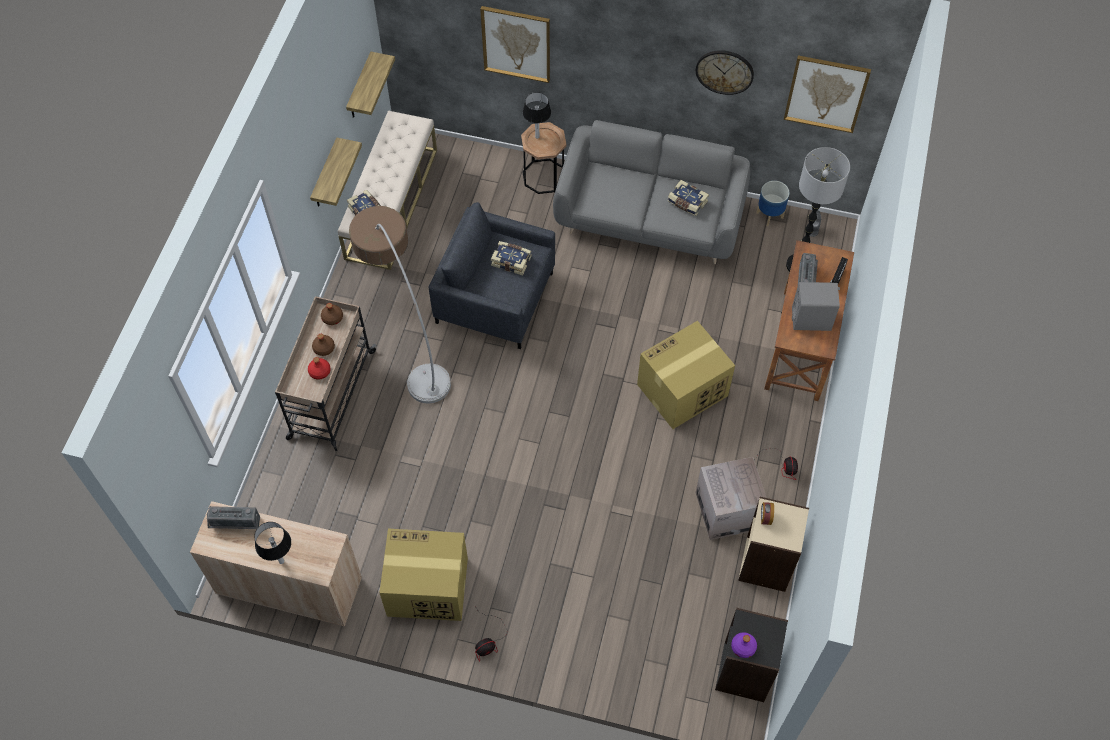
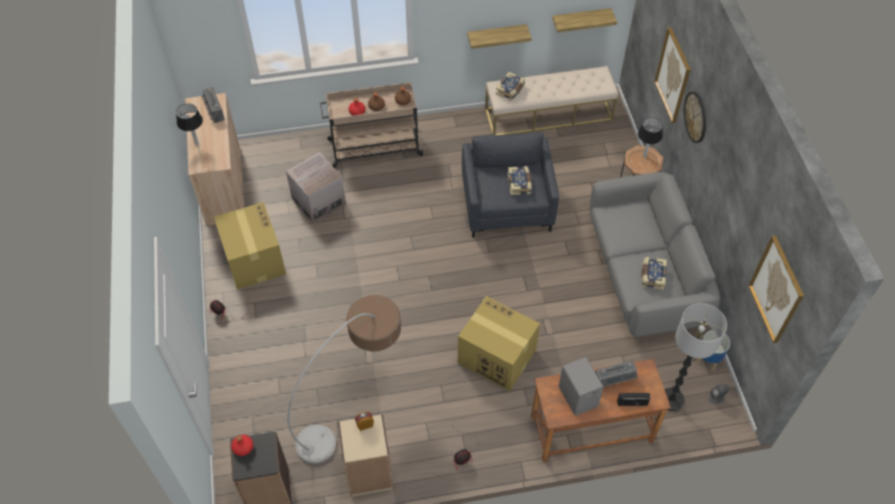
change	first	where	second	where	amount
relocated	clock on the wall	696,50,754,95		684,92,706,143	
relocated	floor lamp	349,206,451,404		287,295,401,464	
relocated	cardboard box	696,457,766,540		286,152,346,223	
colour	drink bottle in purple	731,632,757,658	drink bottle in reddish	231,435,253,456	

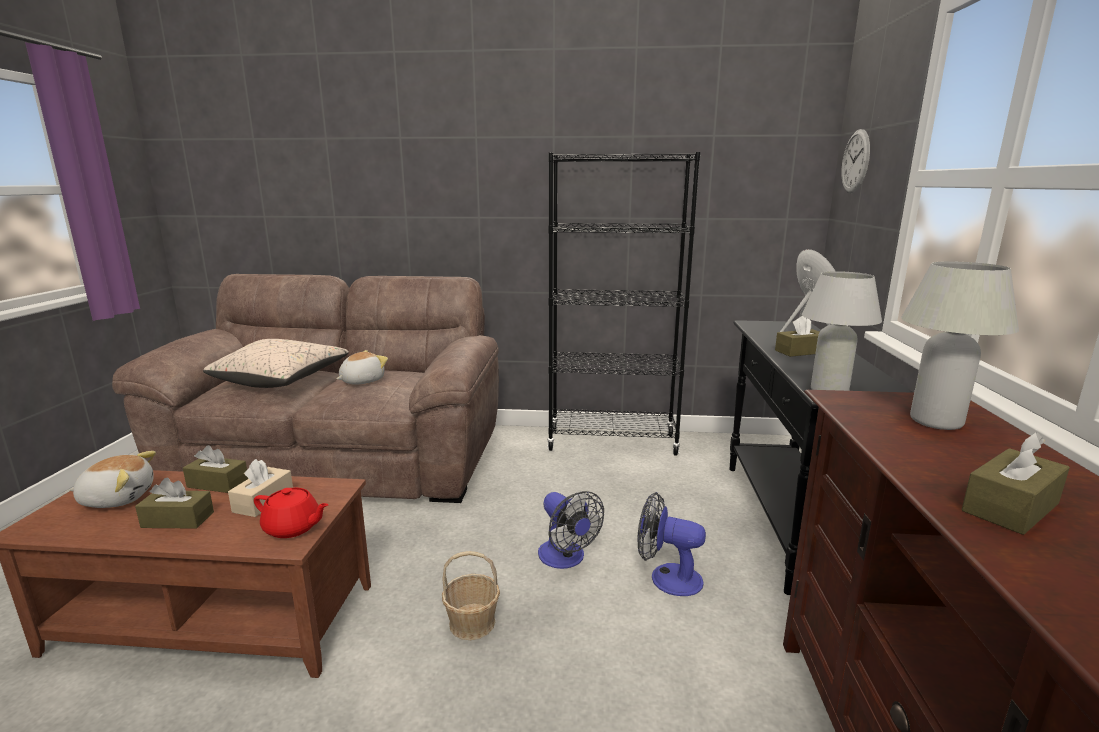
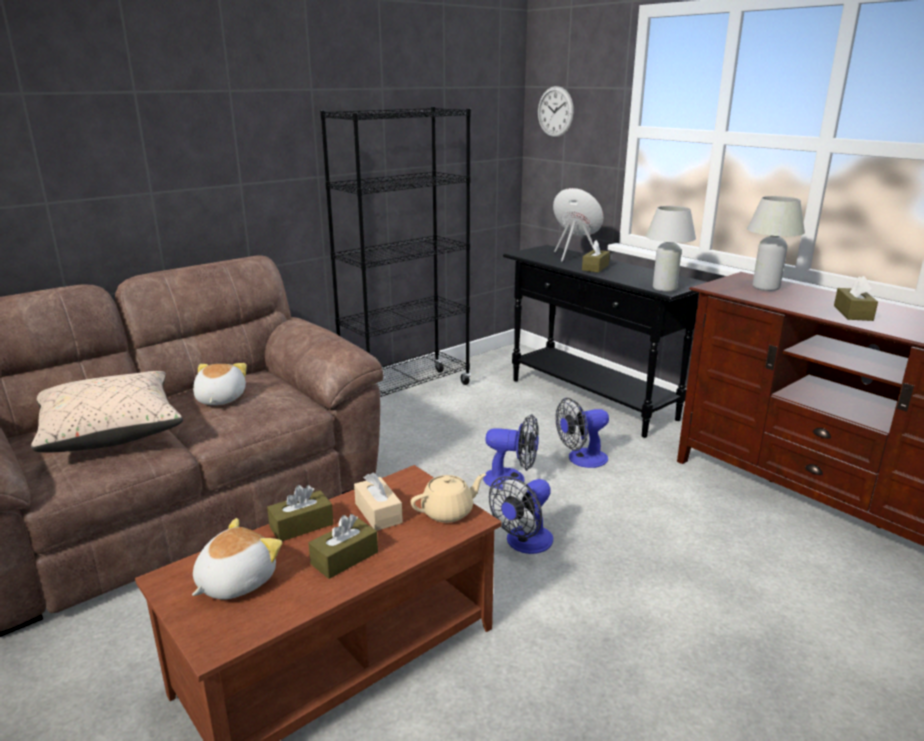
change	first	where	second	where	amount
colour	teapot in reddish	254,488,329,538	teapot in beige-coloured	411,474,486,523	
exchanged	basket	442,551,500,640	fan	489,476,553,554	

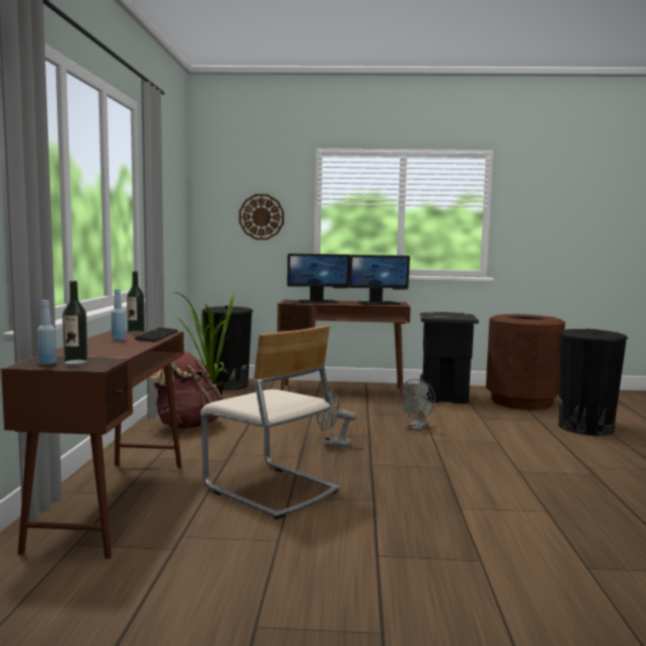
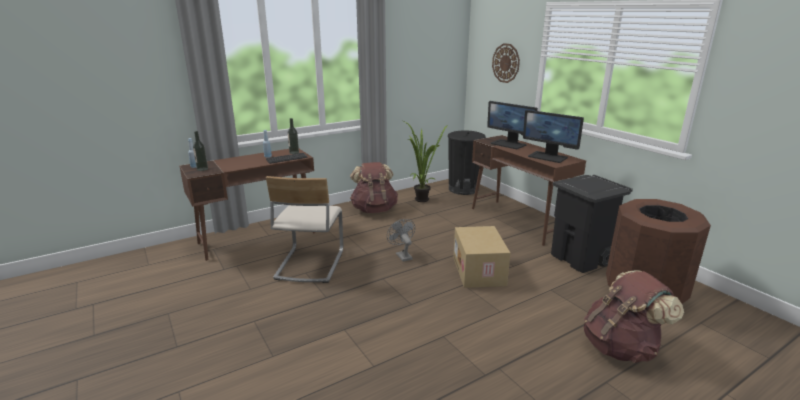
change	first	where	second	where	amount
exchanged	waste bin in blackish	558,329,628,436	backpack in brownish	584,270,684,363	
exchanged	fan in gray	398,379,435,431	cardboard box	453,226,510,288	

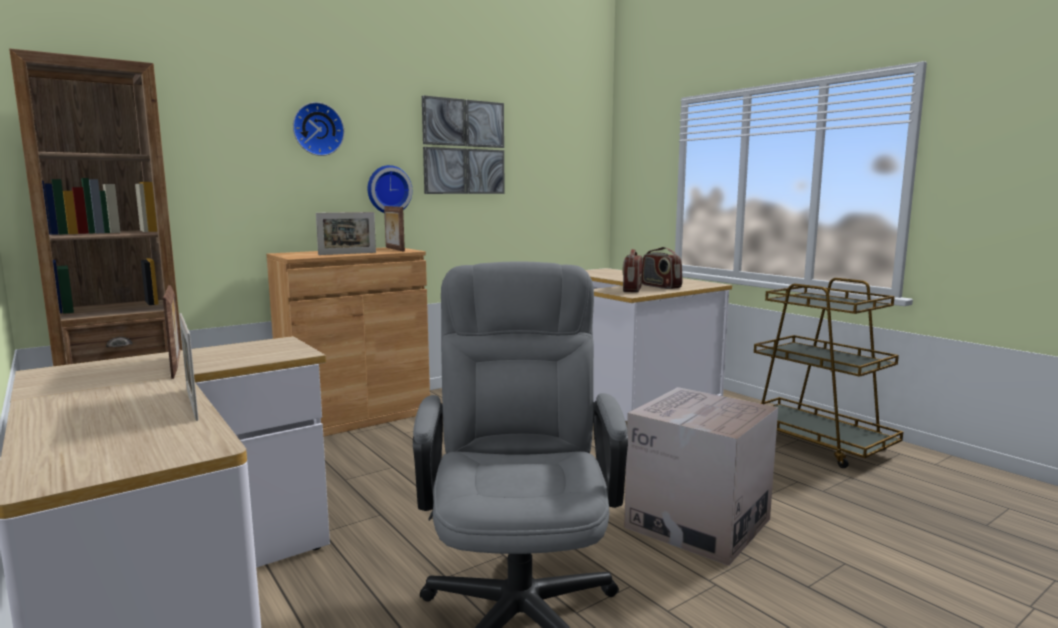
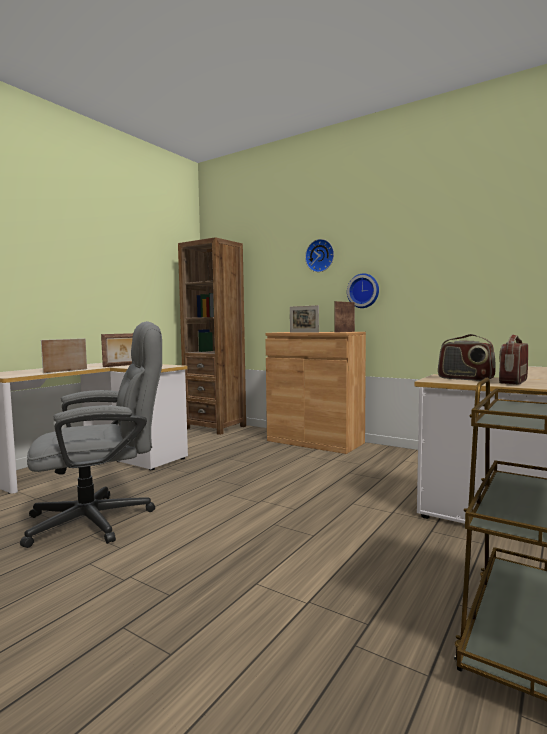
change	first	where	second	where	amount
missing	wall picture	422,95,505,194			
spun	radio set	623,249,642,292		438,334,496,381	135 degrees counterclockwise
missing	cardboard box	624,387,778,566			

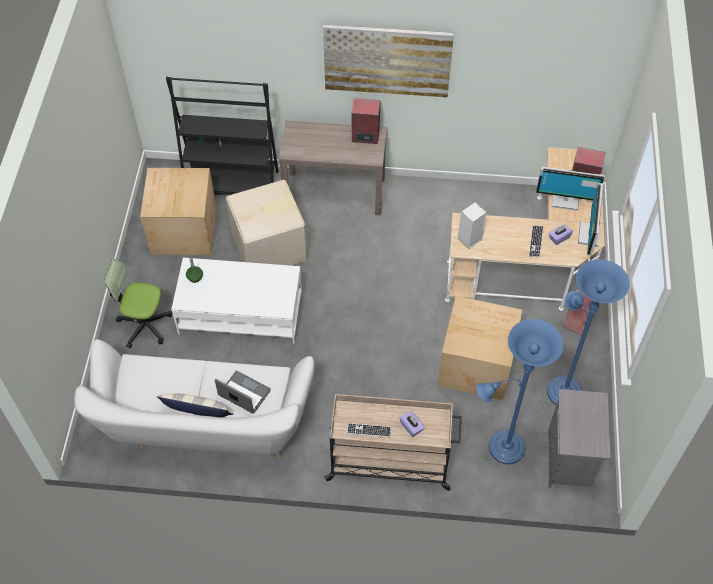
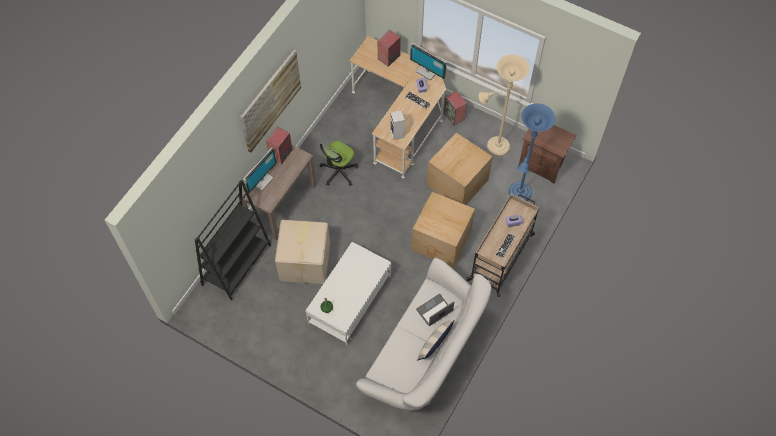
change	first	where	second	where	amount
relocated	computer screen	536,167,604,211		243,148,276,193	
relocated	cardboard box	140,168,216,255		411,192,475,268	
relocated	office chair	104,259,173,348		319,141,358,186	
colour	floor lamp in blue-coloured	547,259,630,405	floor lamp in beige-coloured	479,55,530,156	
colour	bedside table in gray	548,389,611,488	bedside table in brownish	518,125,576,184	

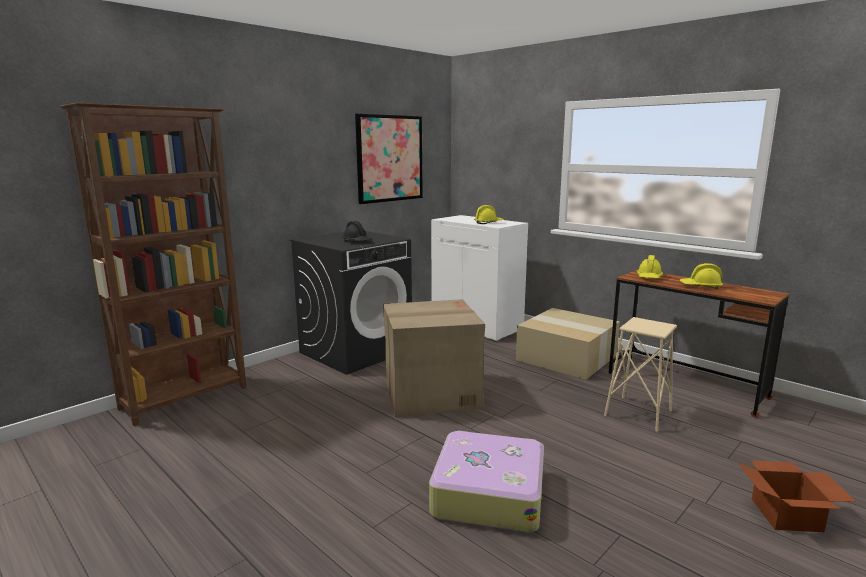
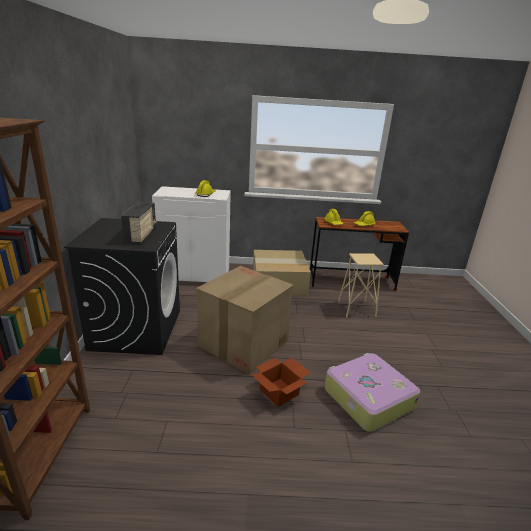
change	first	where	second	where	amount
missing	wall picture	355,114,423,204			
exchanged	work helmet in blackish	342,221,373,241	radio set	121,202,157,243	
relocated	cardboard box	737,461,856,532		251,358,311,407	

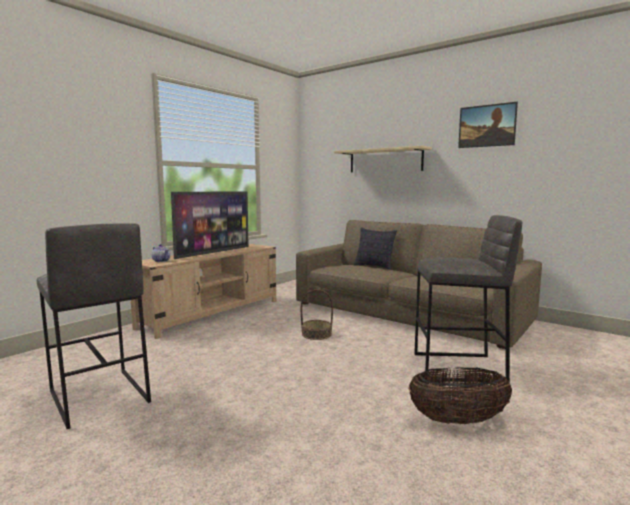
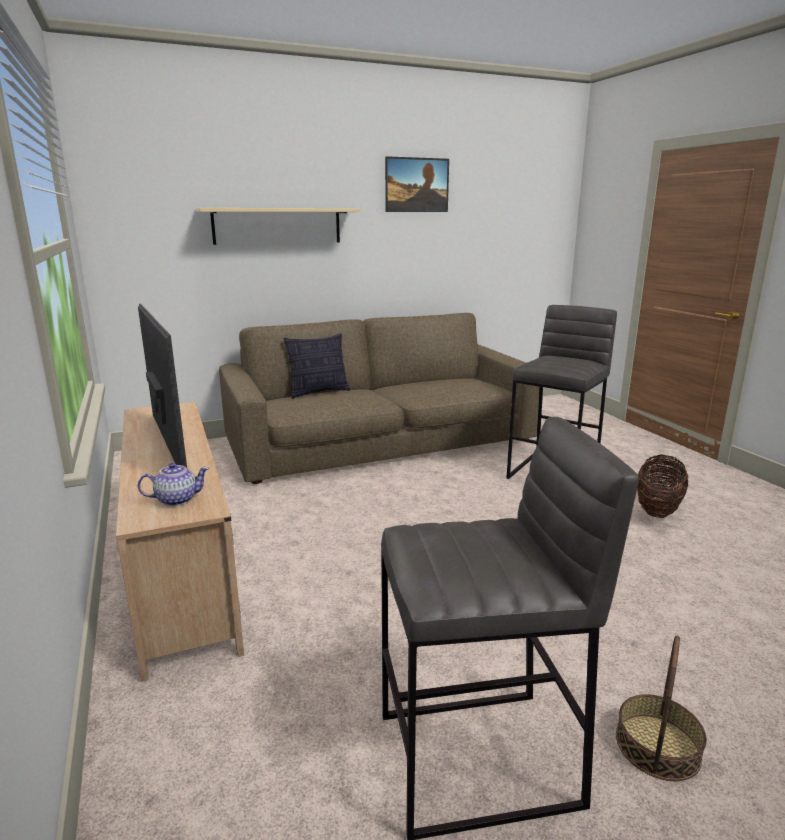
change	first	where	second	where	amount
relocated	basket	301,289,333,340		616,636,707,781	

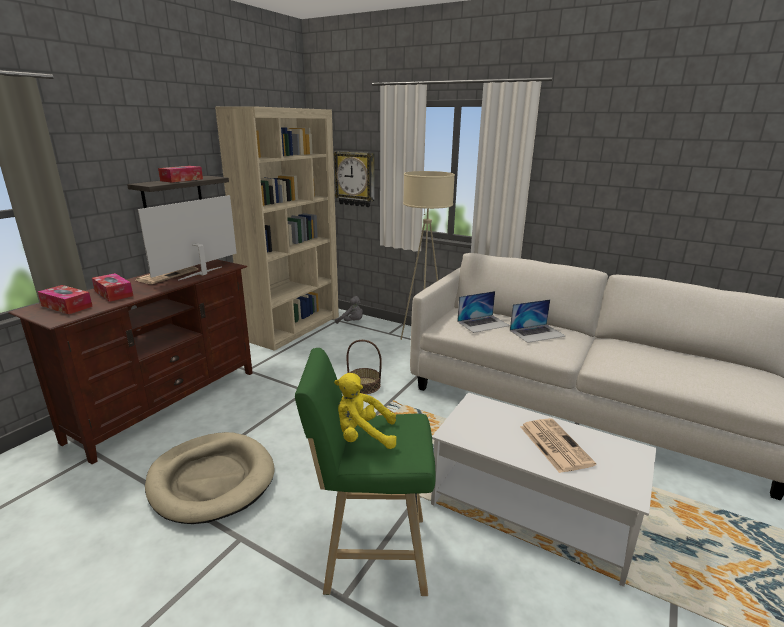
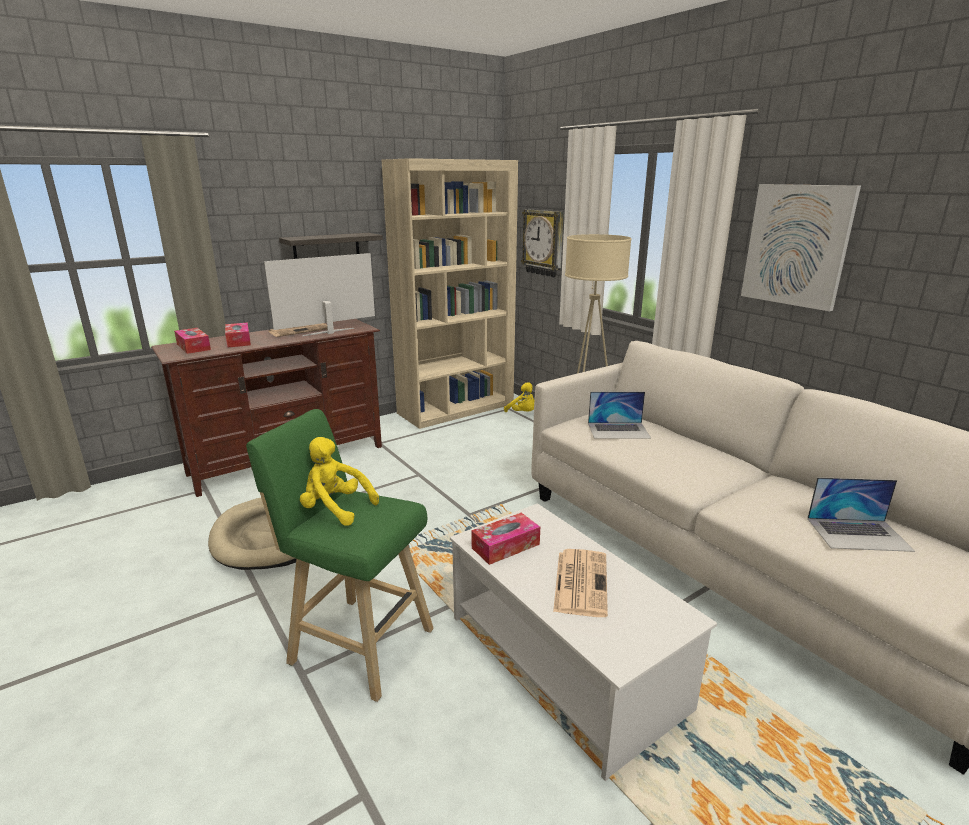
change	first	where	second	where	amount
relocated	tissue holder	158,166,203,183		471,513,540,565	
colour	plush toy in gray	335,296,363,324	plush toy in yellow-coloured	504,382,535,412	
relocated	laptop	510,299,565,343		807,477,915,552	
missing	basket	347,340,382,394			
appeared			wall picture	741,184,861,312	

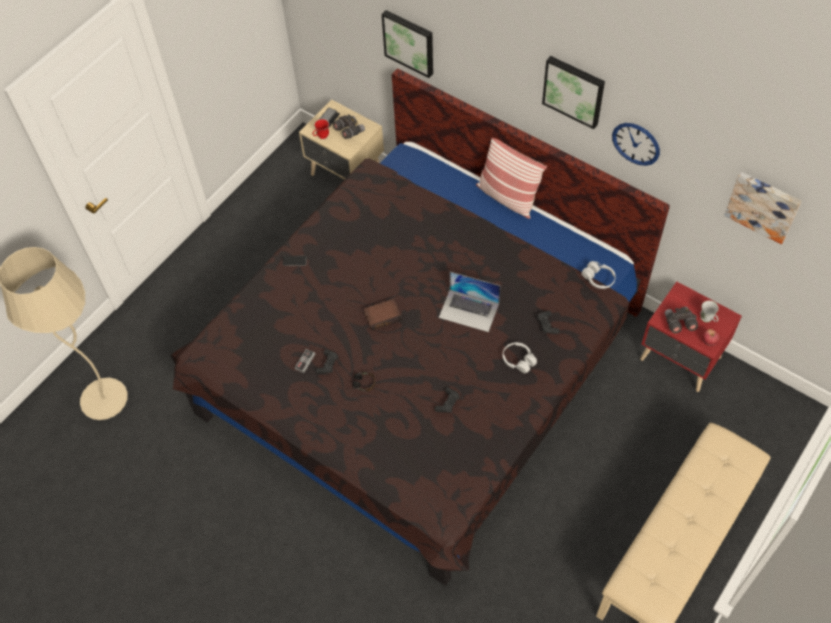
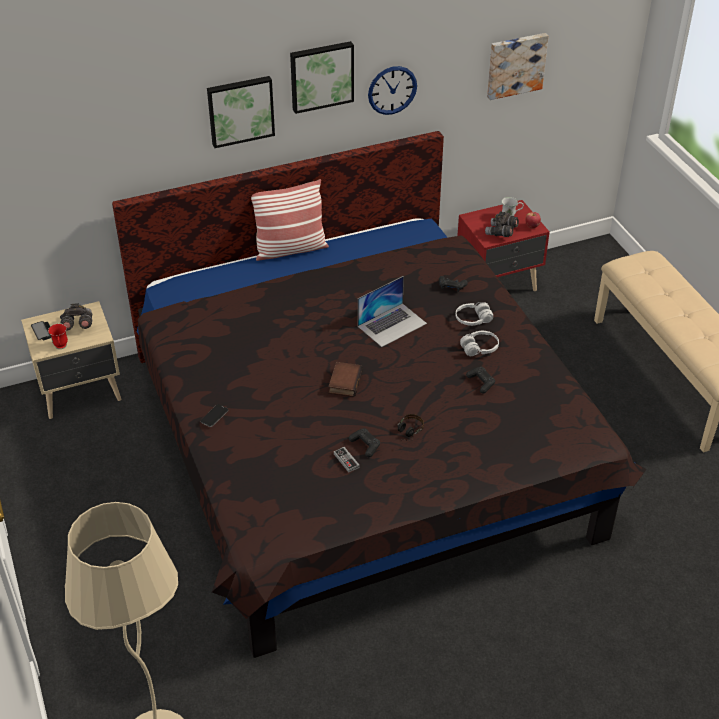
change	first	where	second	where	amount
relocated	wall picture	382,10,433,78		207,76,275,148	
relocated	headphones in white-coloured	582,261,616,289		460,331,499,356	

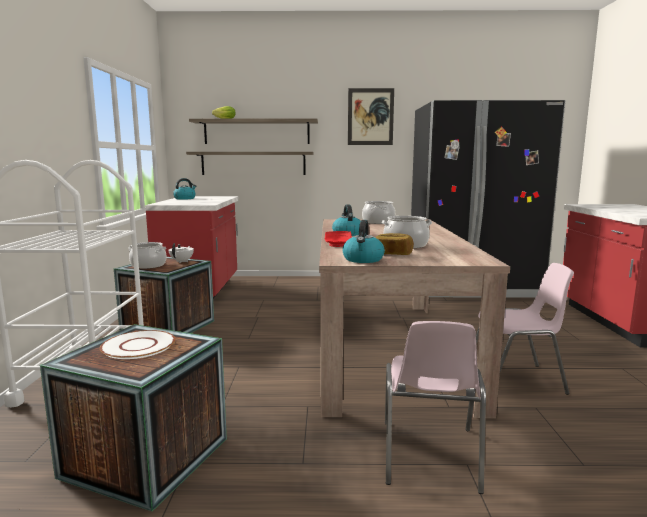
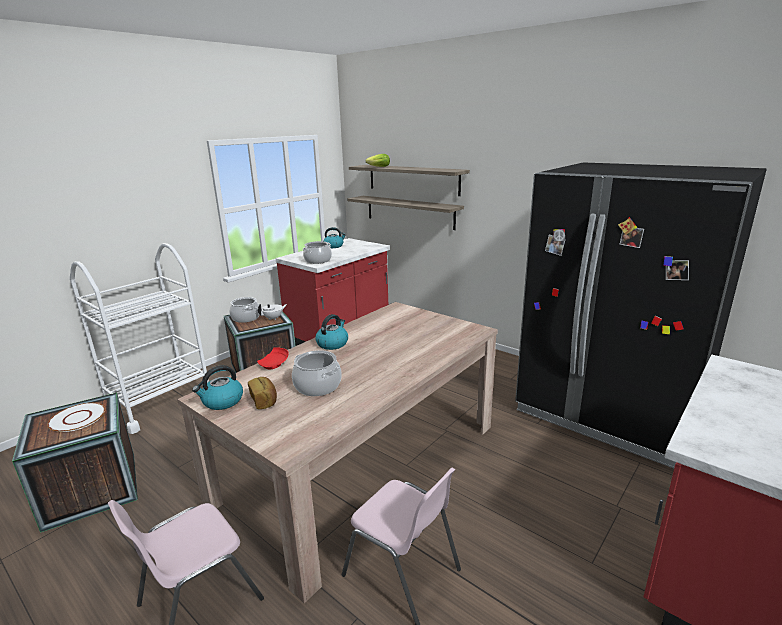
change	first	where	second	where	amount
missing	wall picture	348,88,394,145			
relocated	cooking pot	362,201,395,224		303,241,332,264	

